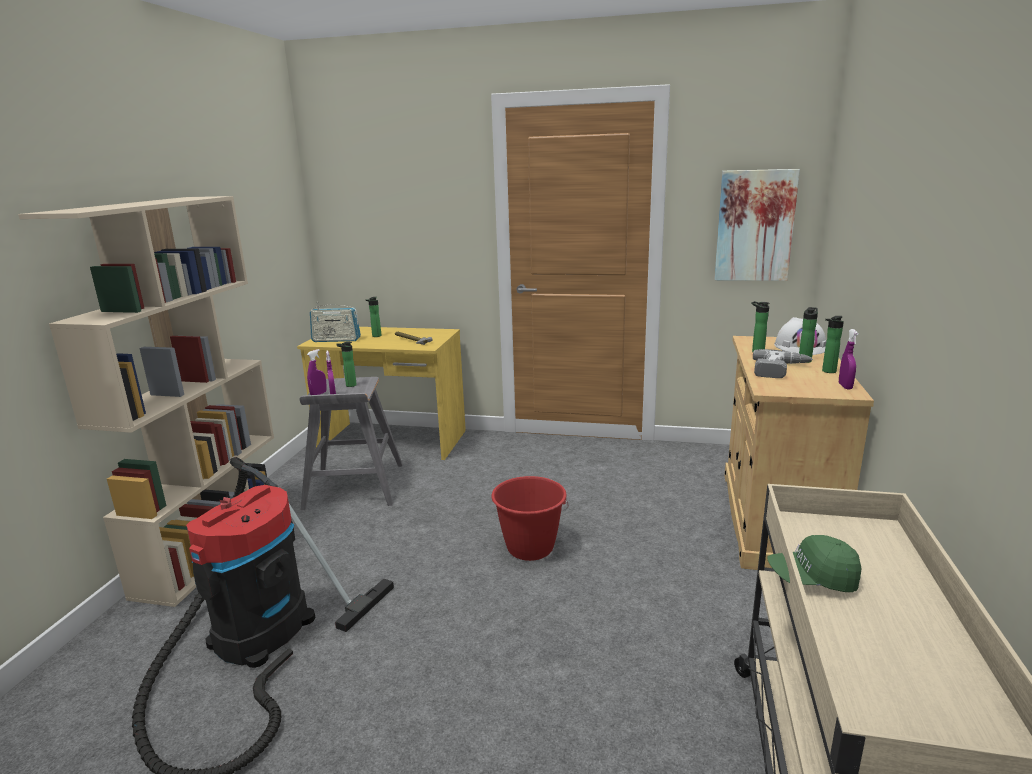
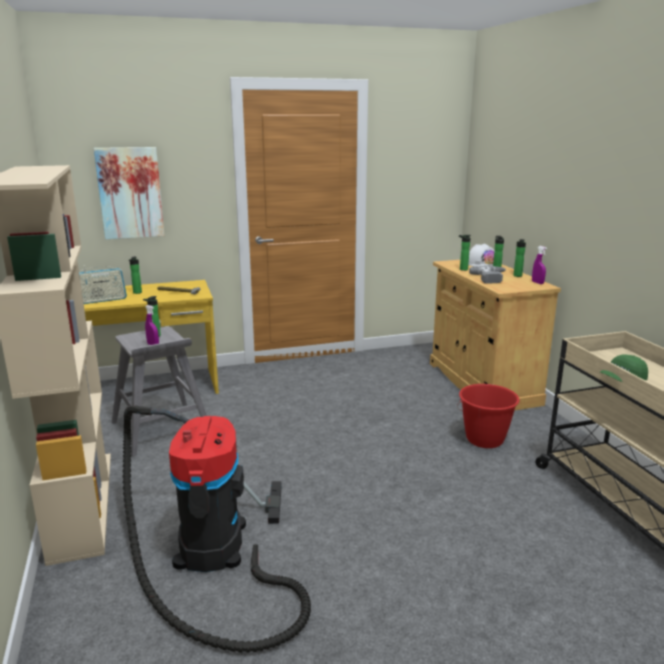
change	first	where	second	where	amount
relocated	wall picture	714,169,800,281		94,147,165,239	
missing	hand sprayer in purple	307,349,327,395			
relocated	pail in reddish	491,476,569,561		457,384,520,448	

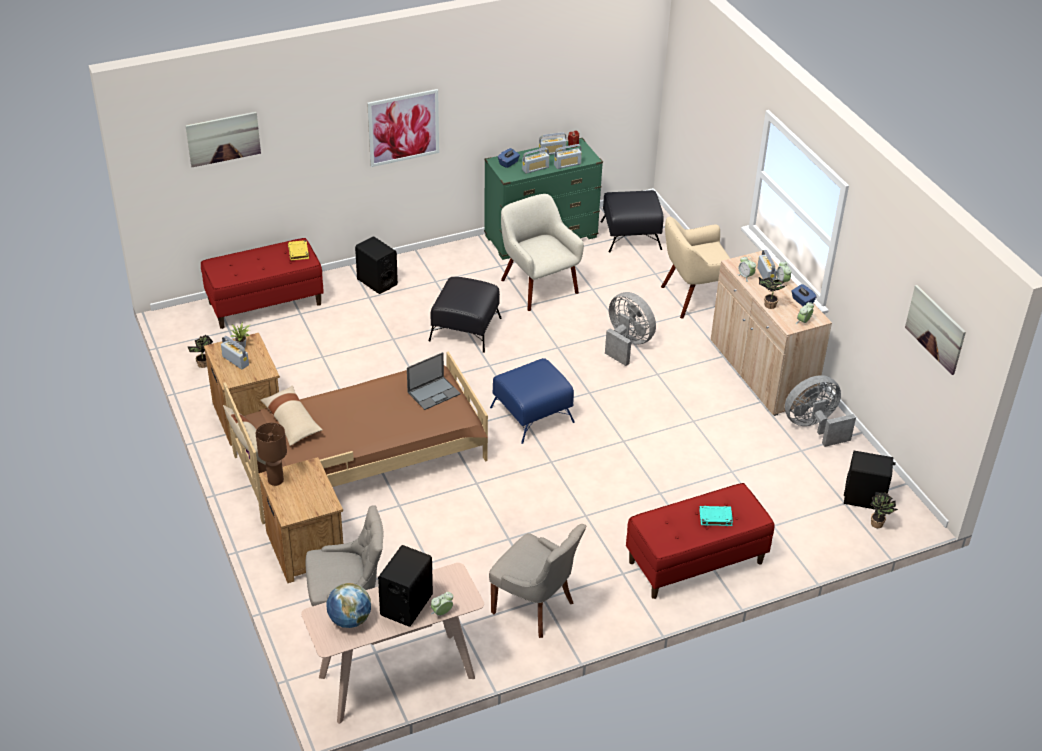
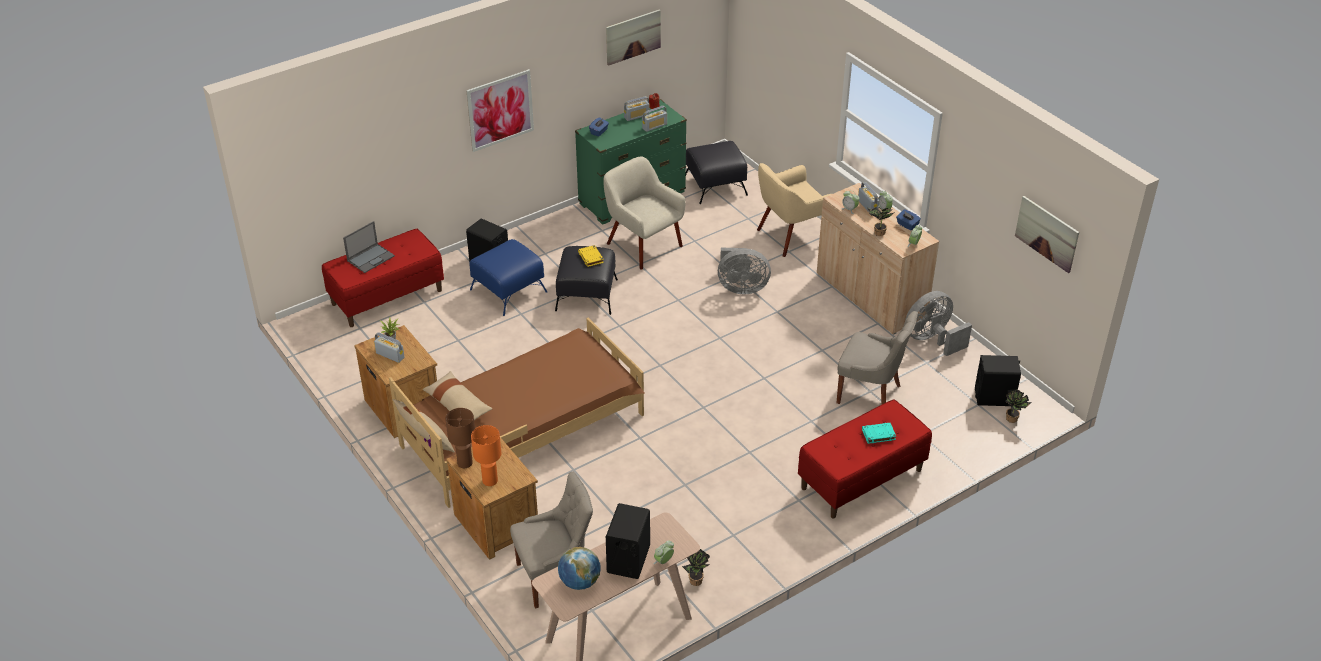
change	first	where	second	where	amount
relocated	wall picture	185,112,261,167		606,9,661,66	
missing	radio set	522,147,549,174			
relocated	volume in yellow-coloured	288,240,309,260		578,245,604,267	
spun	fan in gray	605,292,656,366		718,248,771,294	150 degrees clockwise
relocated	houseplant	188,335,213,368		682,549,710,586	
relocated	laptop	407,352,461,410		343,221,395,273	
relocated	pouffe in blue-coloured	490,358,575,444		469,239,547,316	
relocated	upright chair in gray	489,524,586,638		836,311,918,404	
appeared			lamp for a table in orangey	471,425,501,486	

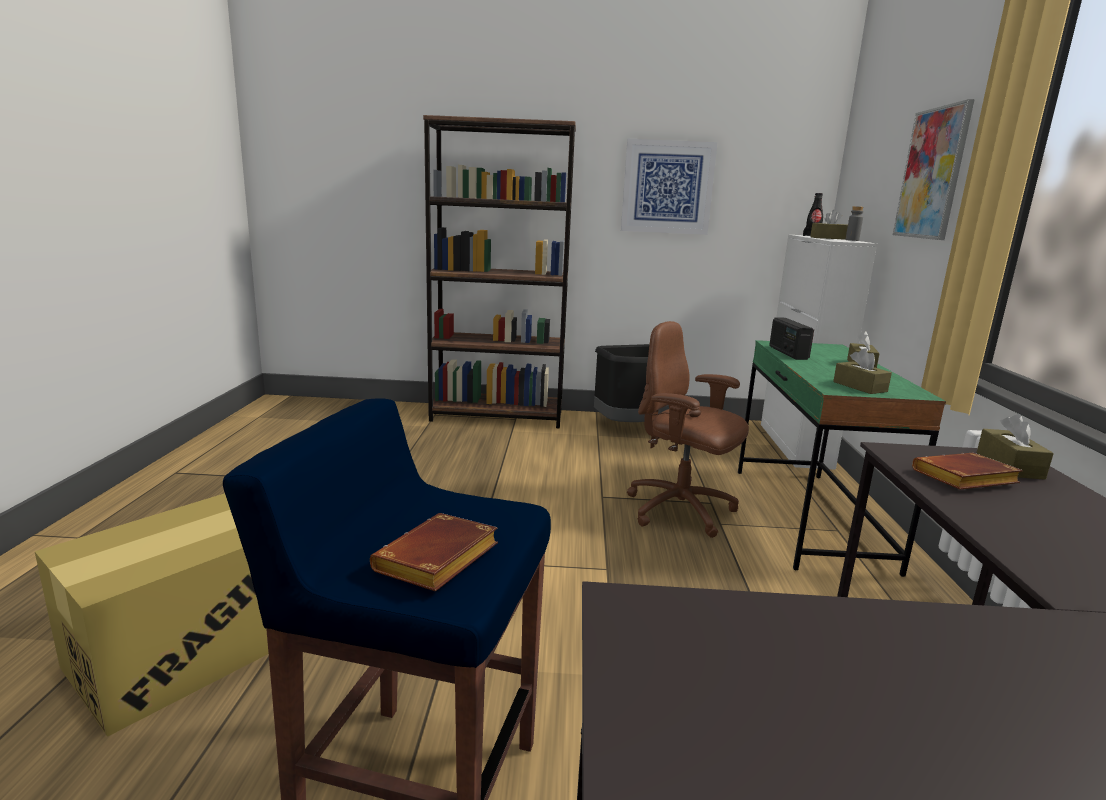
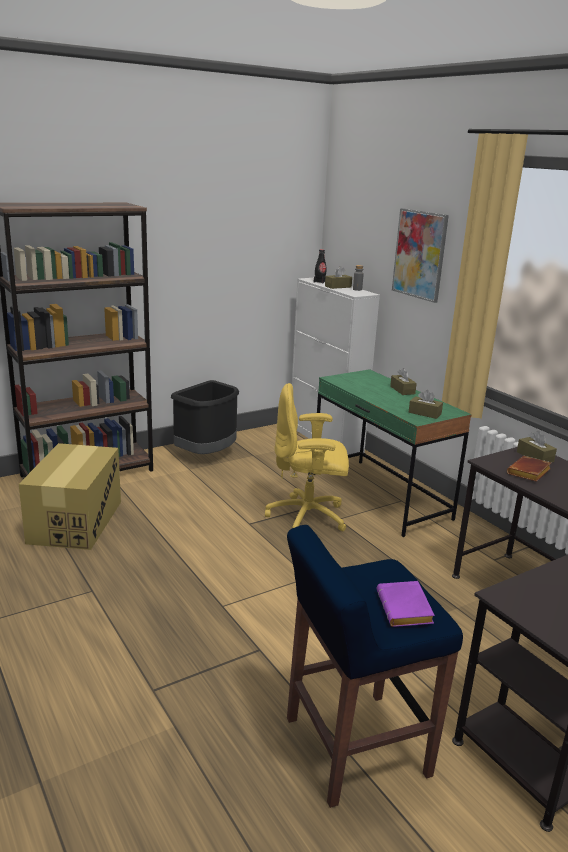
change	first	where	second	where	amount
missing	wall picture	621,139,718,235			
missing	radio set	769,317,814,360			
colour	office chair in brownish	627,321,749,538	office chair in yellow-coloured	265,383,349,531	
relocated	cardboard box	35,493,269,737		19,443,121,550	
colour	volume in brownish	370,513,498,591	volume in purple	377,581,435,627	

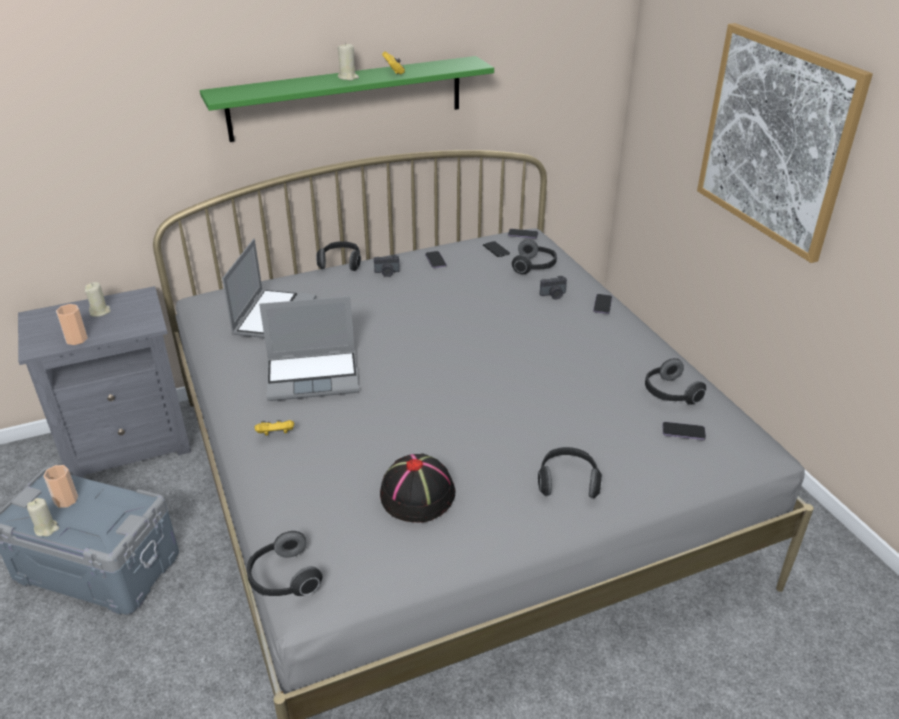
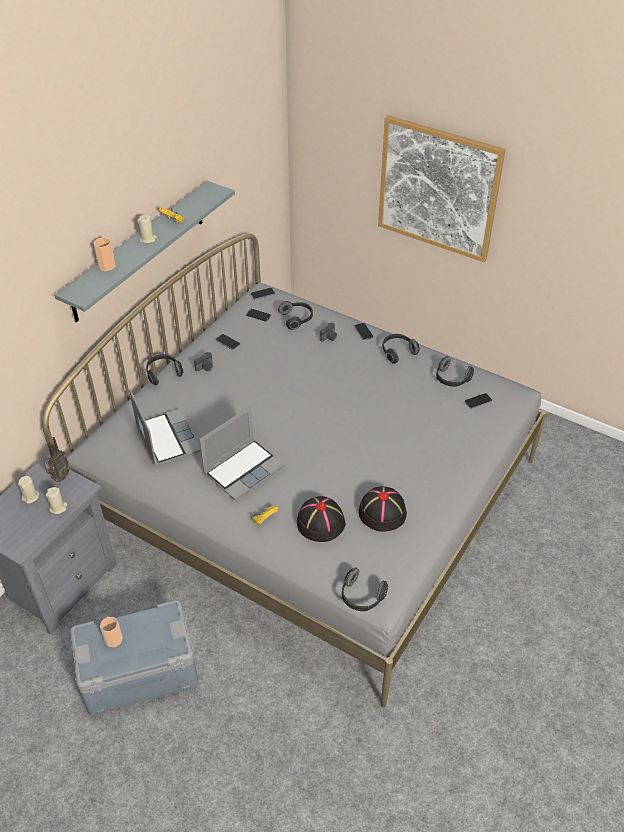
change	first	where	second	where	amount
colour	wall shelf in green-coloured	200,56,494,142	wall shelf in gray	54,181,235,323	
relocated	drinking cup	56,304,88,345		93,237,116,271	
relocated	headphones	537,447,602,498		382,334,420,364	
relocated	wax light in beige-coloured	27,498,59,536		46,487,67,514	
appeared			radio set	44,437,69,482	
appeared			wearable hat in blackish	297,496,346,542	

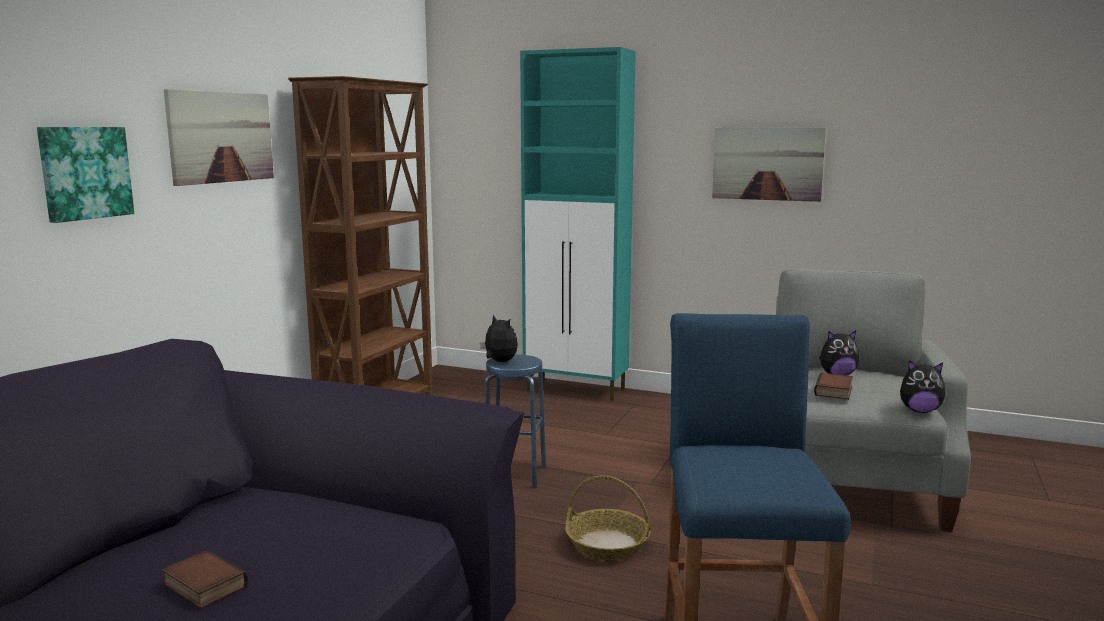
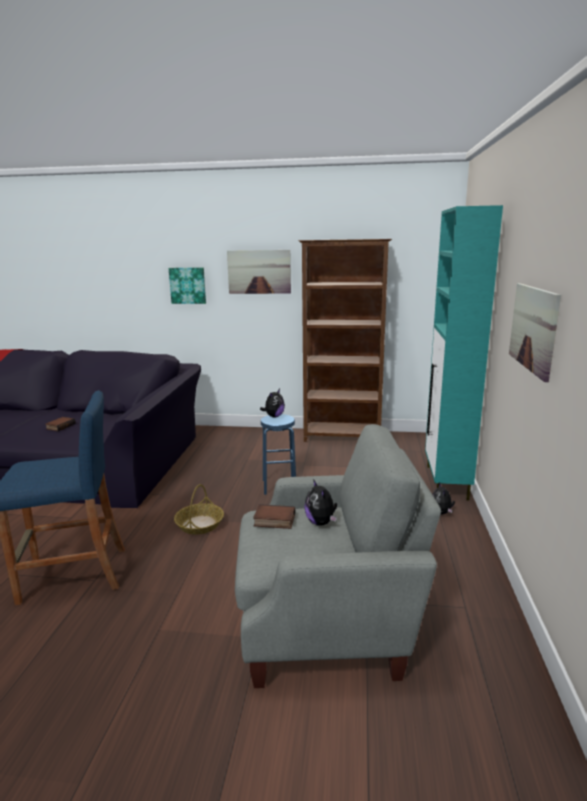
change	first	where	second	where	amount
relocated	plush toy	900,360,946,413		432,483,455,515	

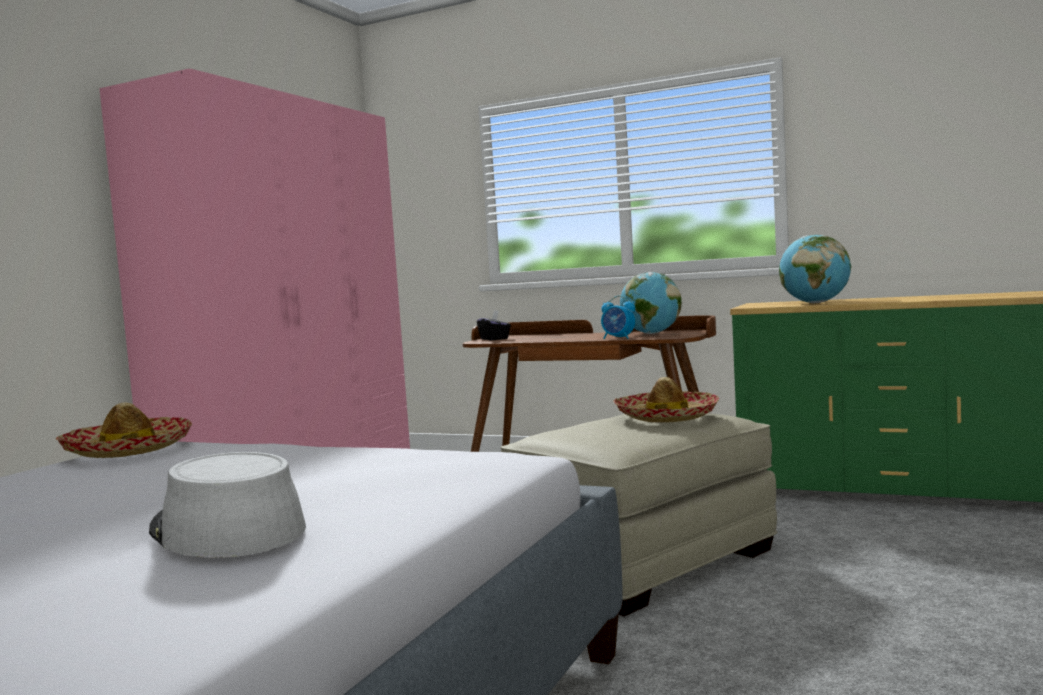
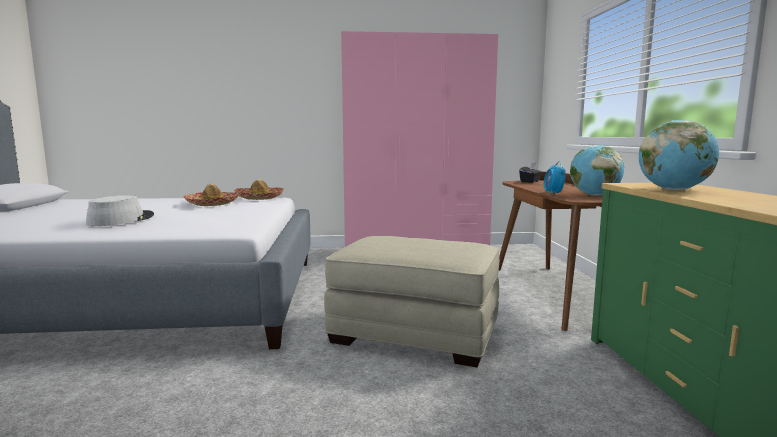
change	first	where	second	where	amount
relocated	wearable hat	613,377,719,422		184,183,240,206	

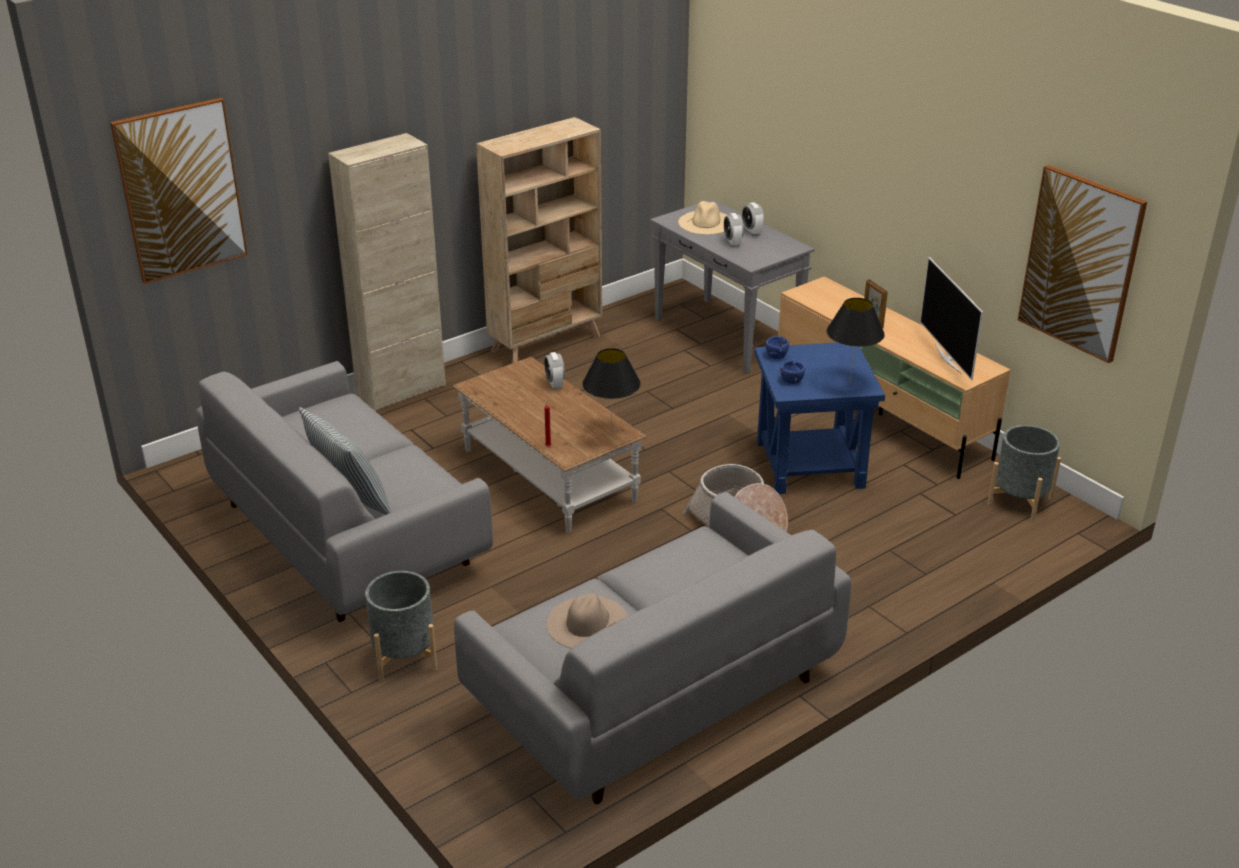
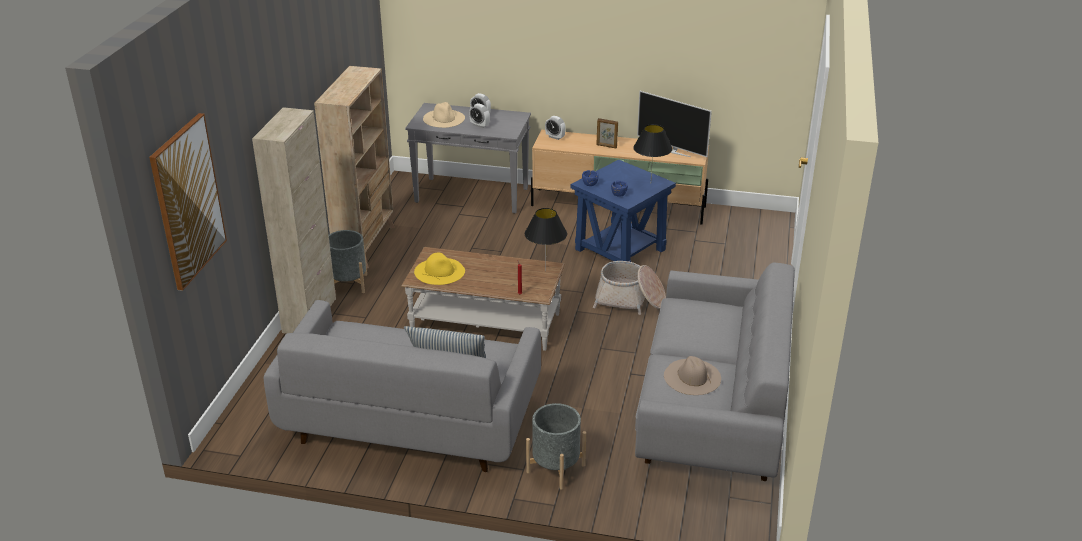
change	first	where	second	where	amount
missing	wall picture	1018,165,1147,363			
relocated	bedside clock	544,352,565,390		545,116,566,140	
relocated	planter in gray	987,425,1061,521		329,230,367,293	
appeared			wearable hat in yellow-coloured	414,252,465,285	

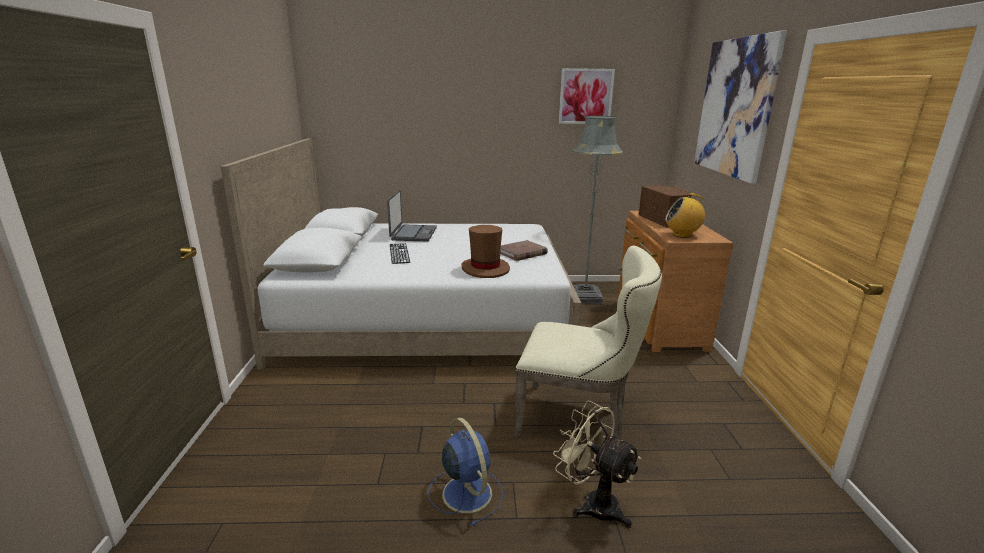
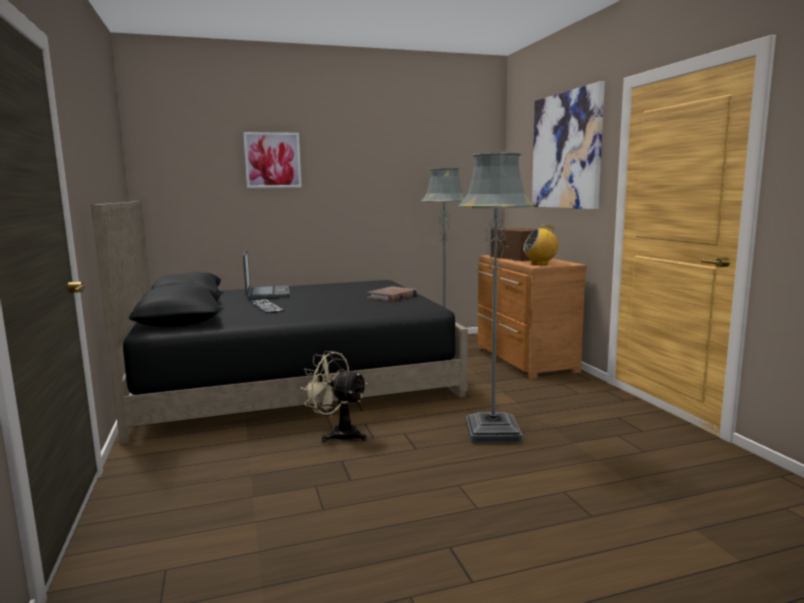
change	first	where	second	where	amount
relocated	wall picture	559,68,615,124		243,132,302,188	
colour	sleeping bed in white-coloured	220,138,581,370	sleeping bed in blackish	91,201,468,444	
missing	wearable hat in brownish	462,225,510,278			
exchanged	upright chair in beige-coloured	514,246,662,439	floor lamp in gray	458,152,534,443	
relocated	fan in beige-coloured	553,400,641,528		301,351,368,442	
missing	fan in blue-coloured	428,418,504,526			

